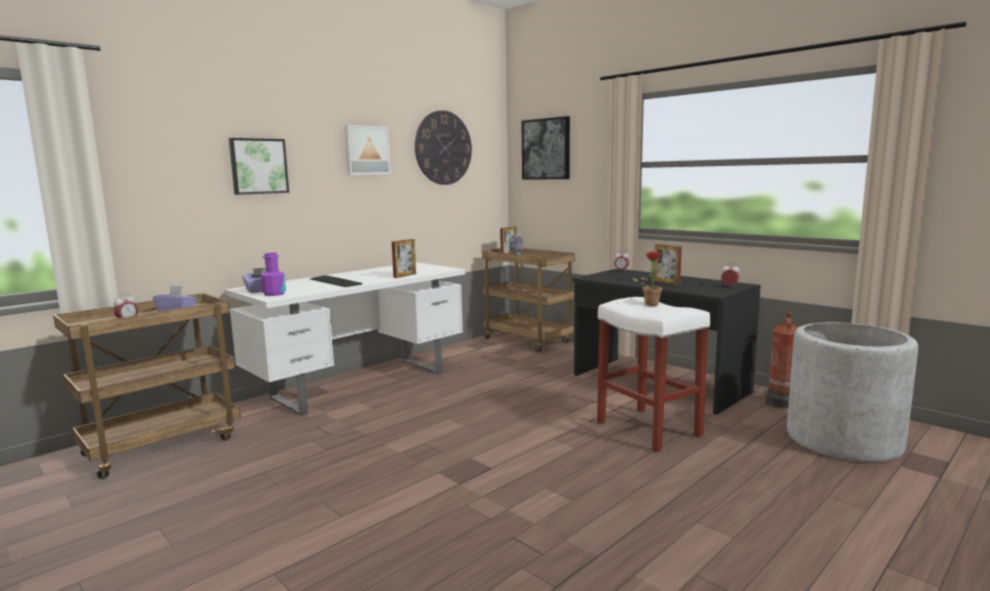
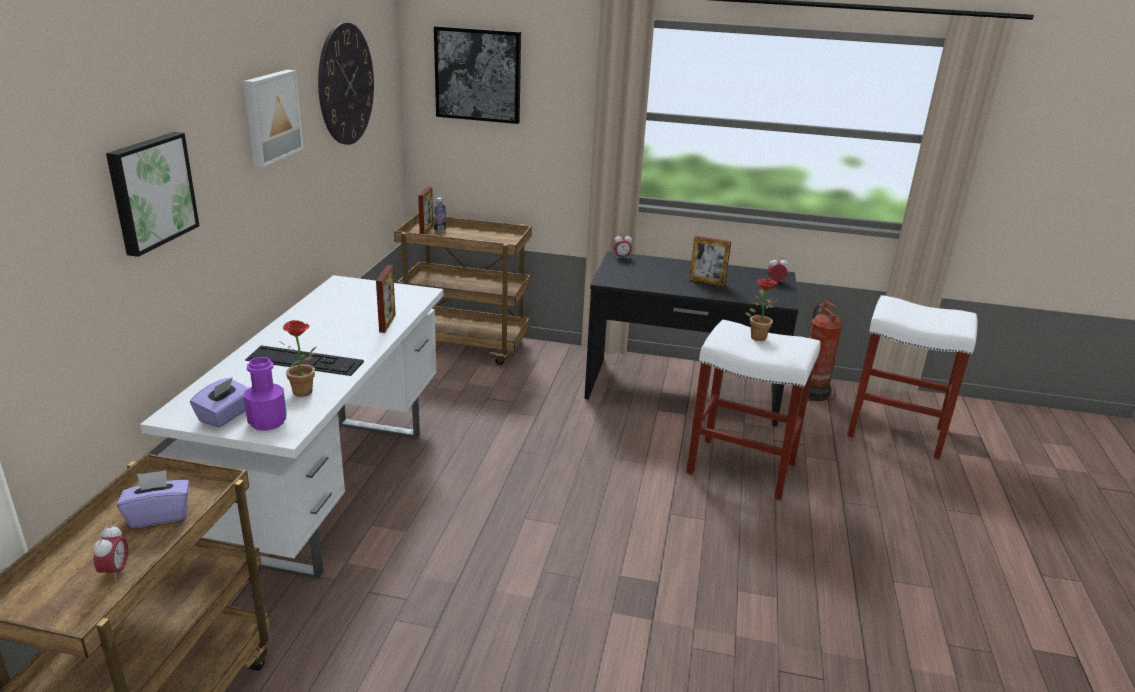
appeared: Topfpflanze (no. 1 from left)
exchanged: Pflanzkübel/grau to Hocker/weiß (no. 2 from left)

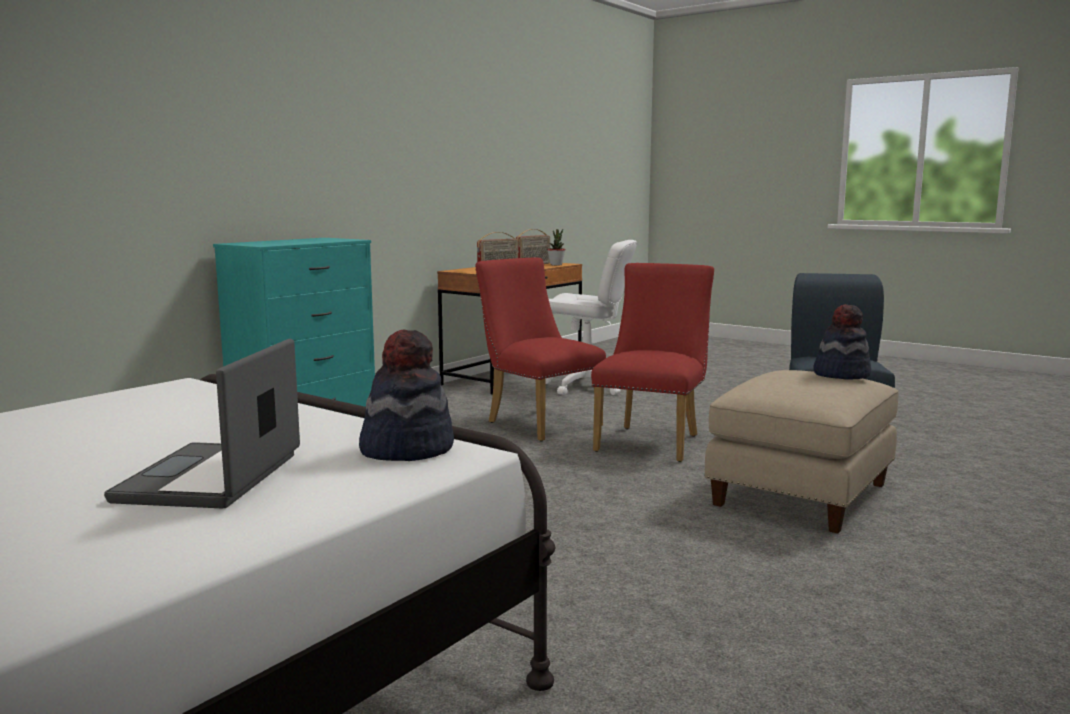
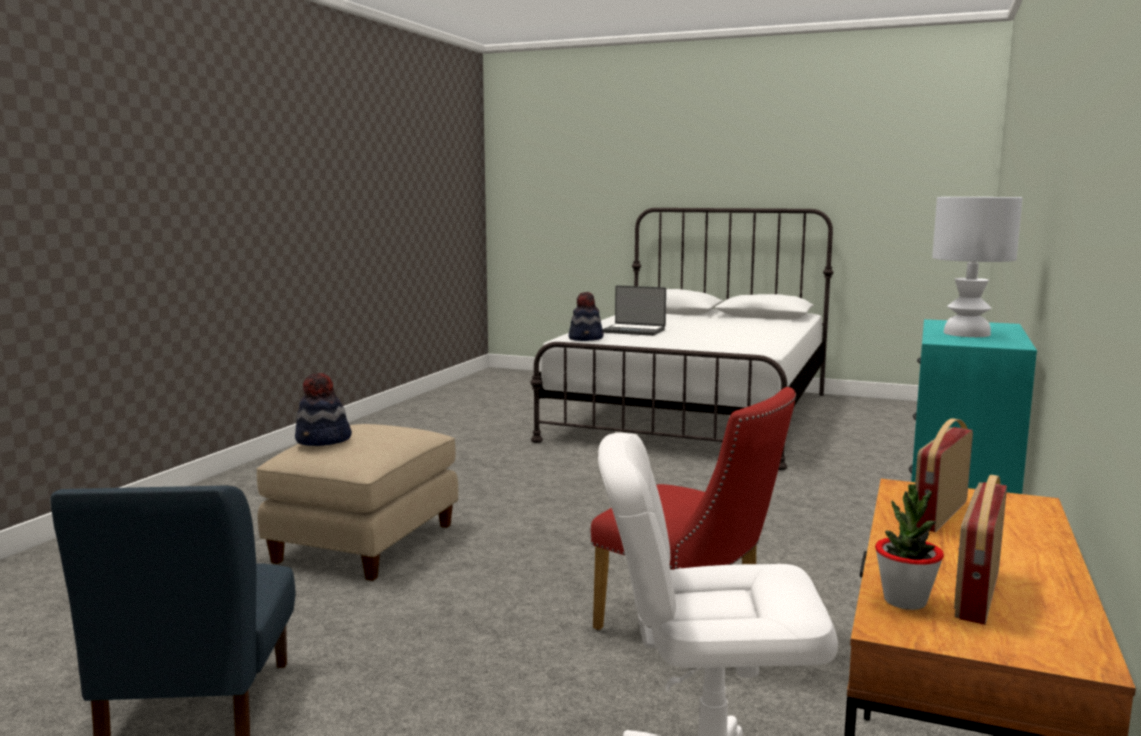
missing: Stuhl/rot (no. 2 from left)
appeared: Tischlampe/weiß
spun: Laptop 120 degrees clockwise

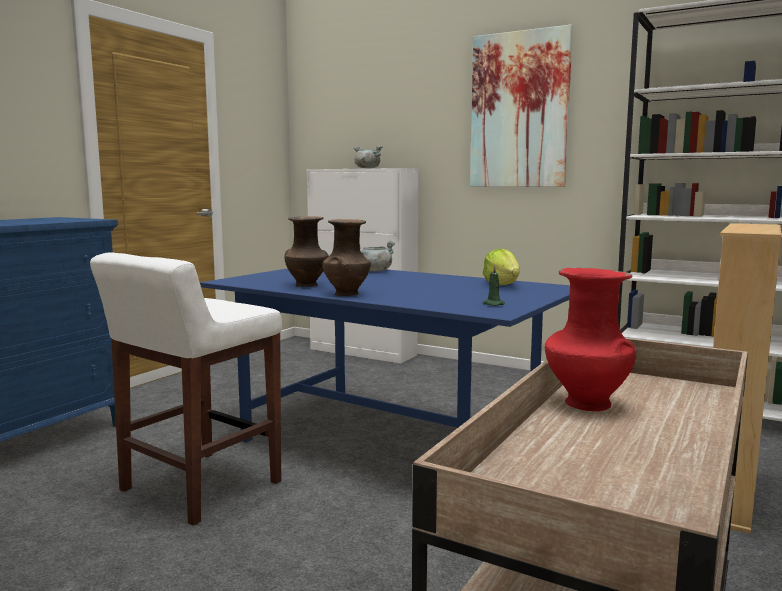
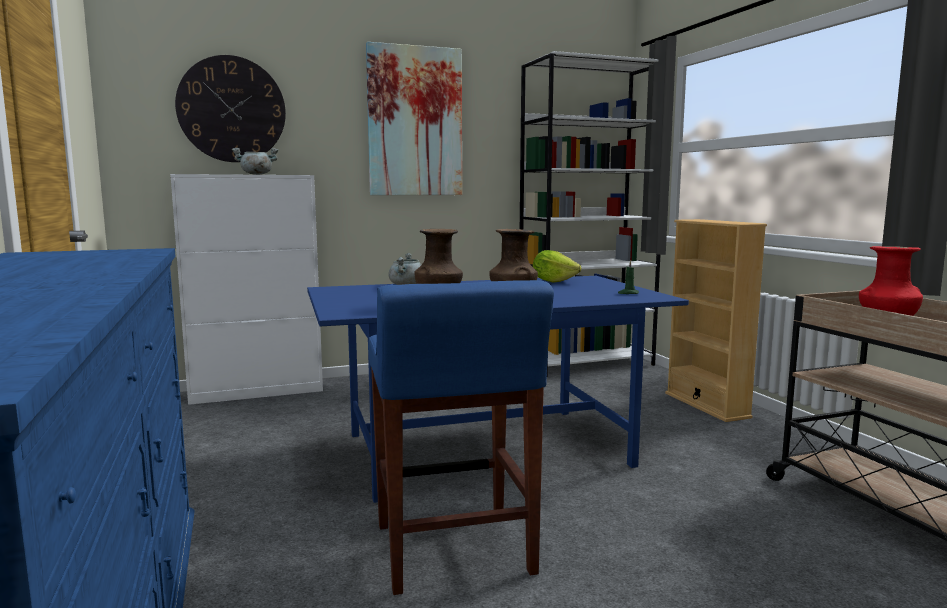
appeared: Wanduhr
colour: Hocker/weiß to Hocker/blau

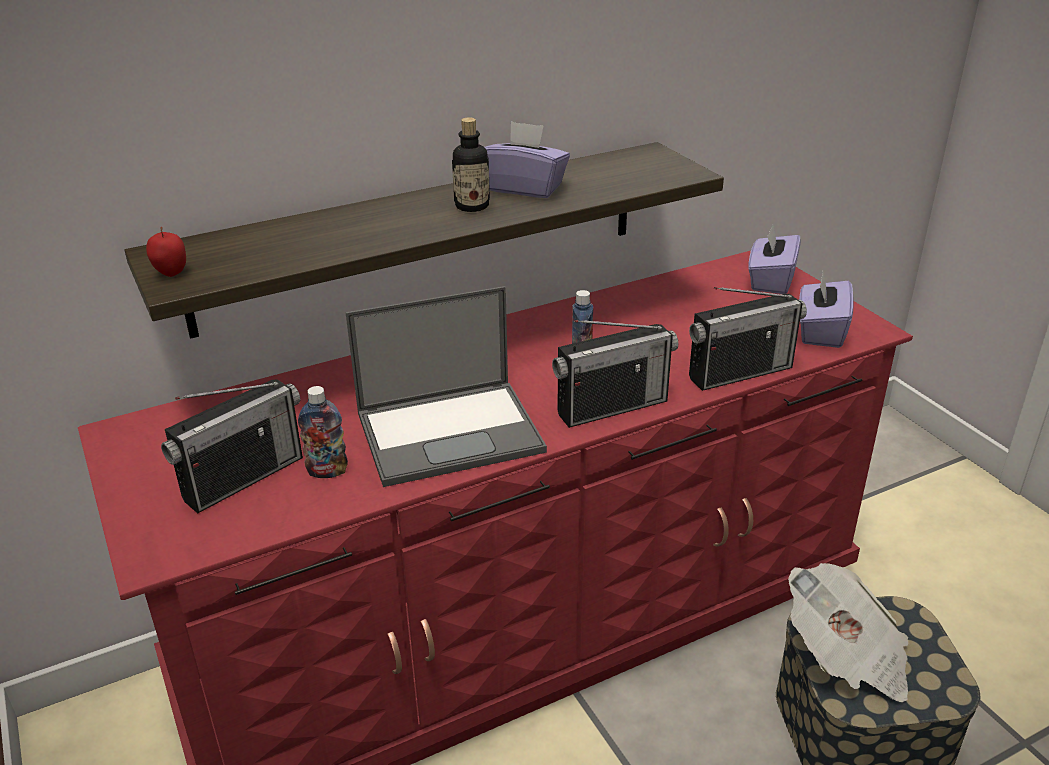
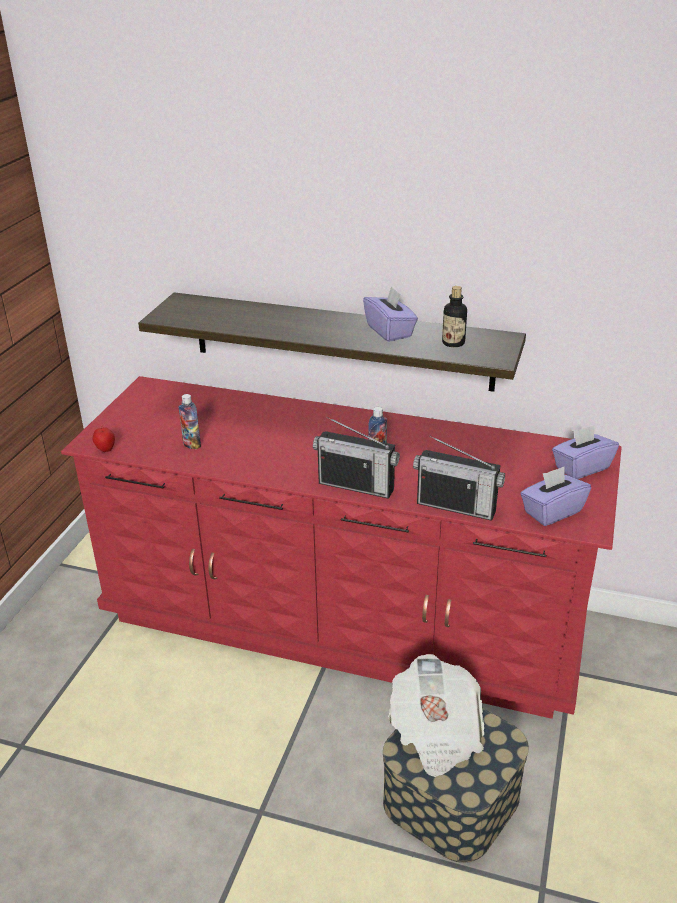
missing: Radio (no. 1 from left); Laptop
relocated: Apfel; Flasche (no. 2 from left in the first image) to Flasche (no. 3 from left)

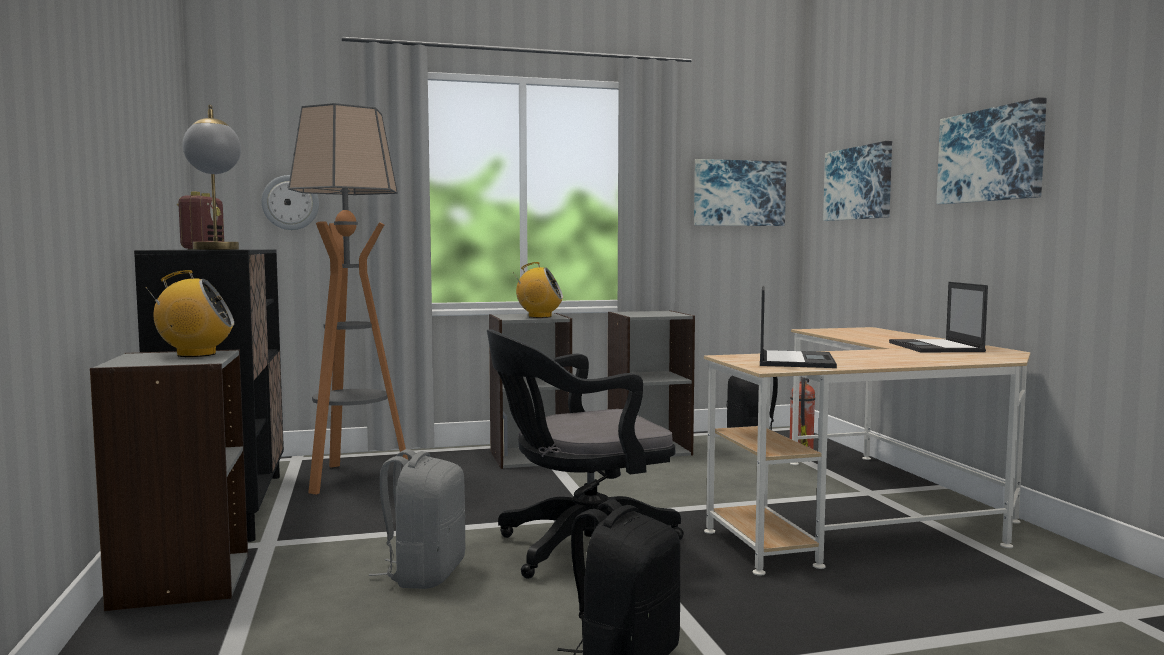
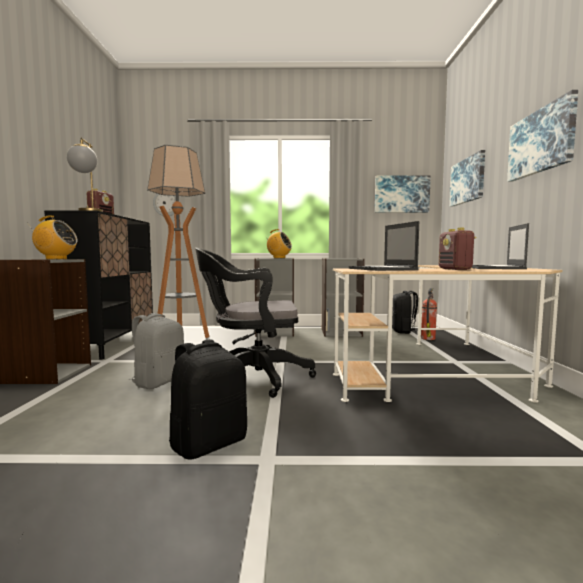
appeared: Radio (no. 4 from left)
spun: Laptop (no. 1 from left) 135 degrees clockwise

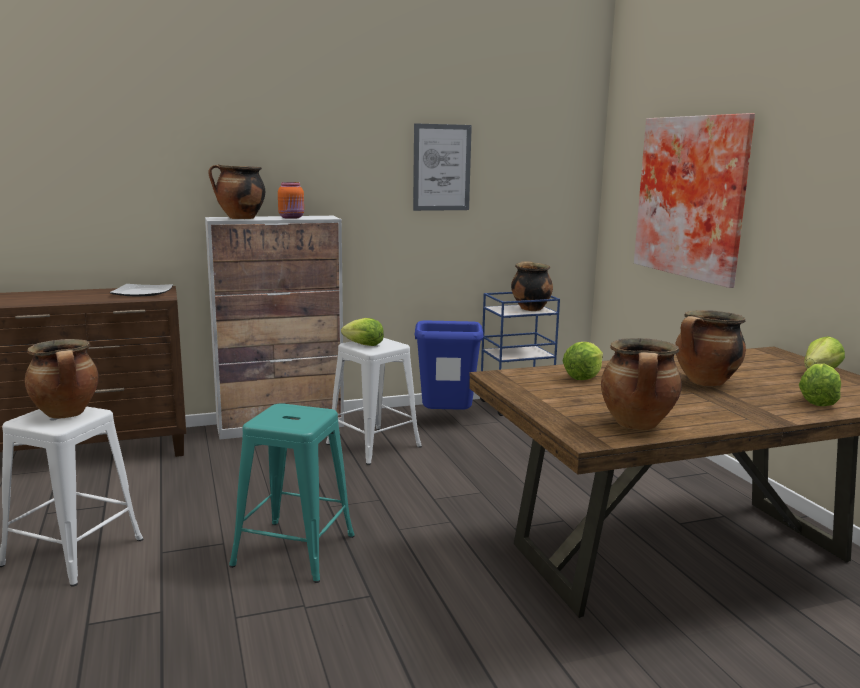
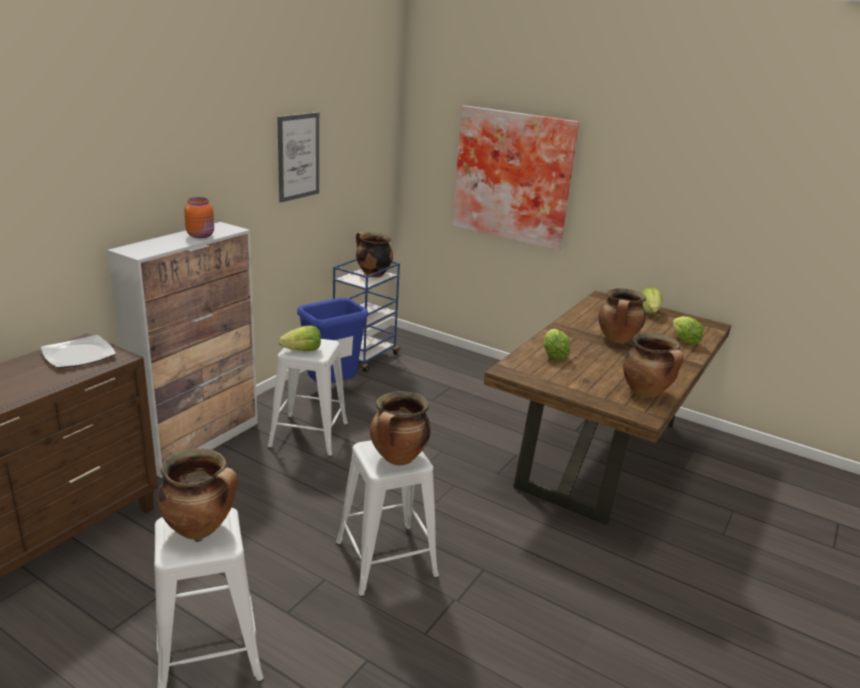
relocated: Kochtopf (no. 2 from left in the first image) to Kochtopf (no. 3 from left)
colour: Hocker/türkis to Hocker/weiß (no. 3 from left)

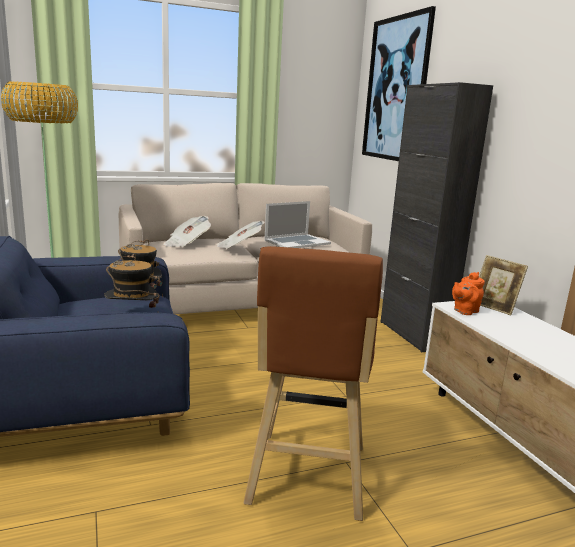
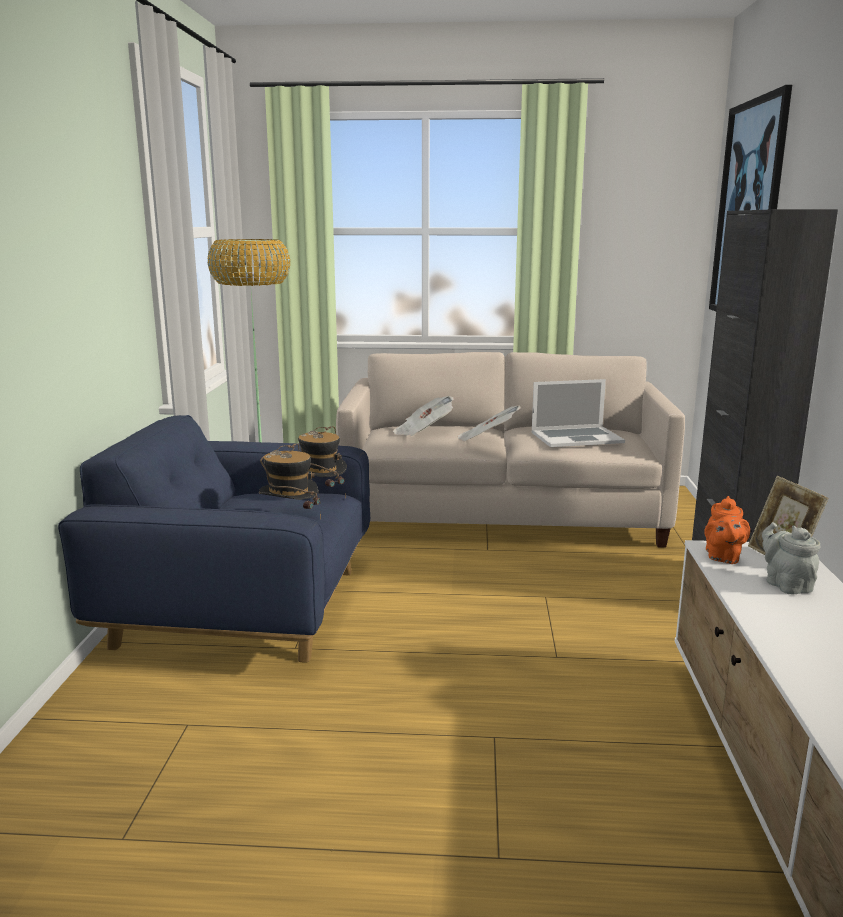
missing: Hocker/braun
appeared: Teekanne/grau
spun: Teekanne/orange 60 degrees counterclockwise

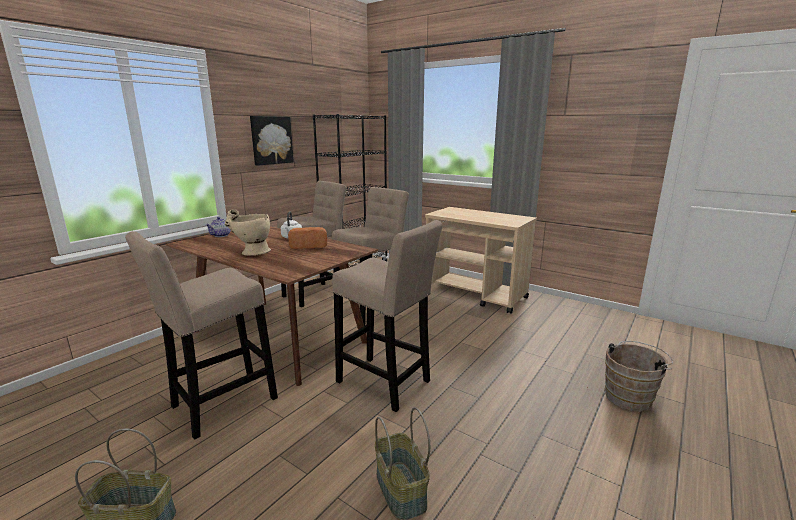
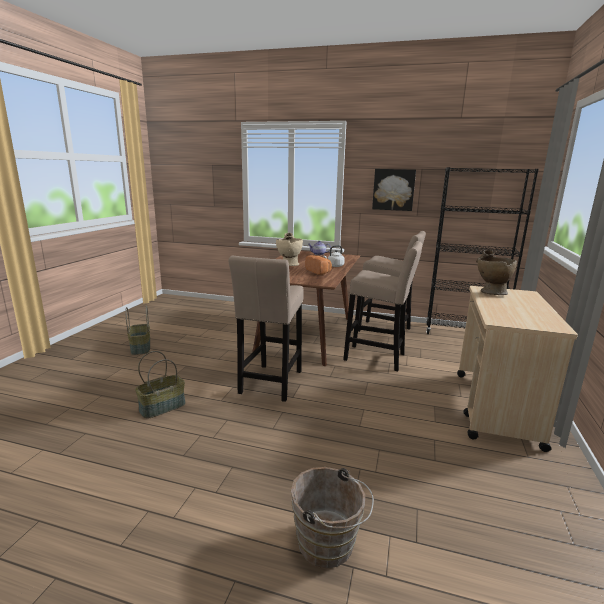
missing: Hocker/beige (no. 1 from left)
appeared: Vase/beige (no. 2 from left)

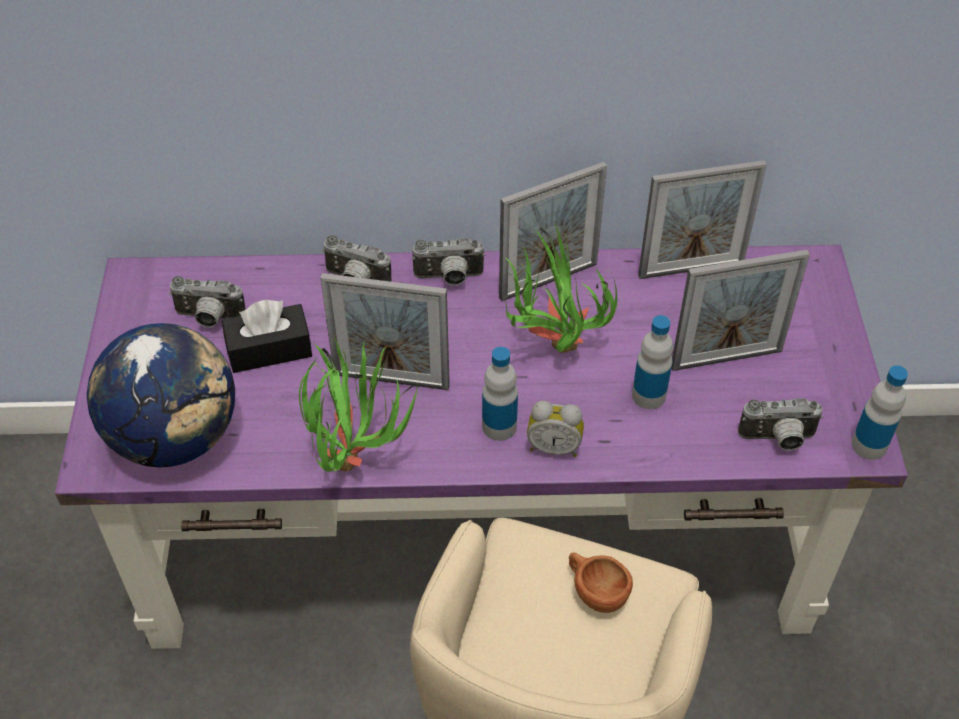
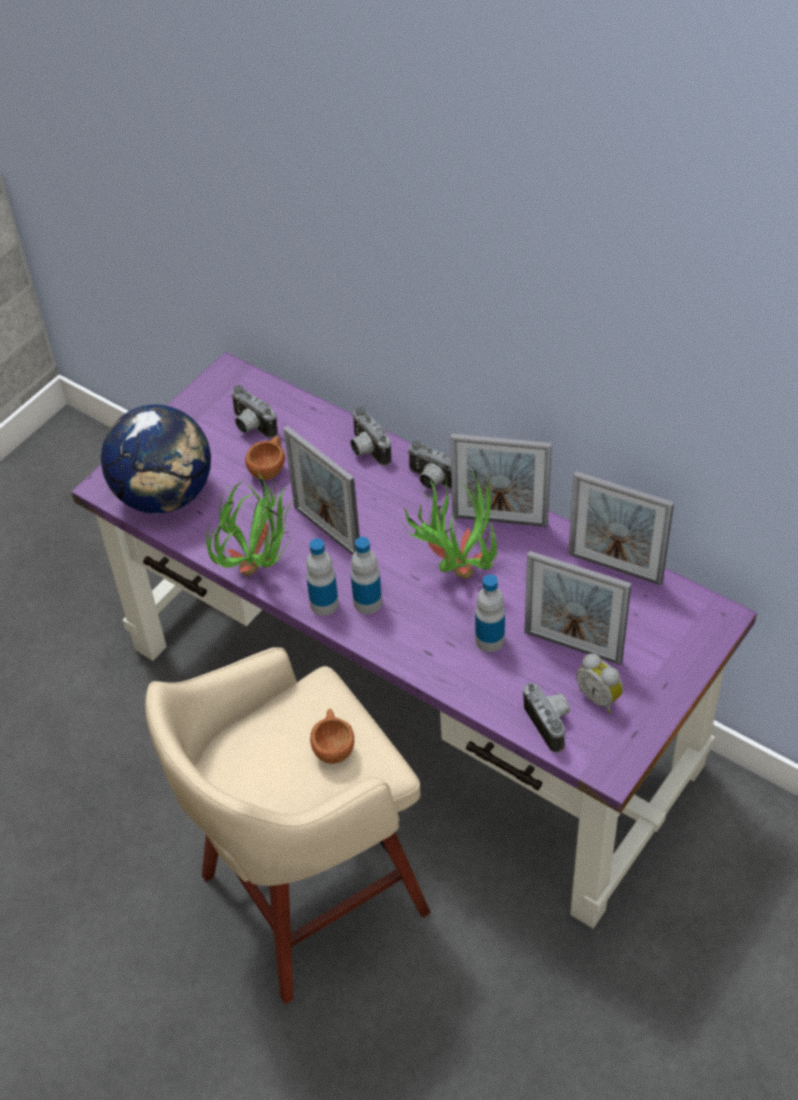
relocated: Wecker; Flasche (no. 3 from left in the first image) to Flasche (no. 1 from left)
exchanged: Taschentuchbox/schwarz to Tasse/braun (no. 1 from left)
spun: Kamera (no. 4 from left) 150 degrees counterclockwise

